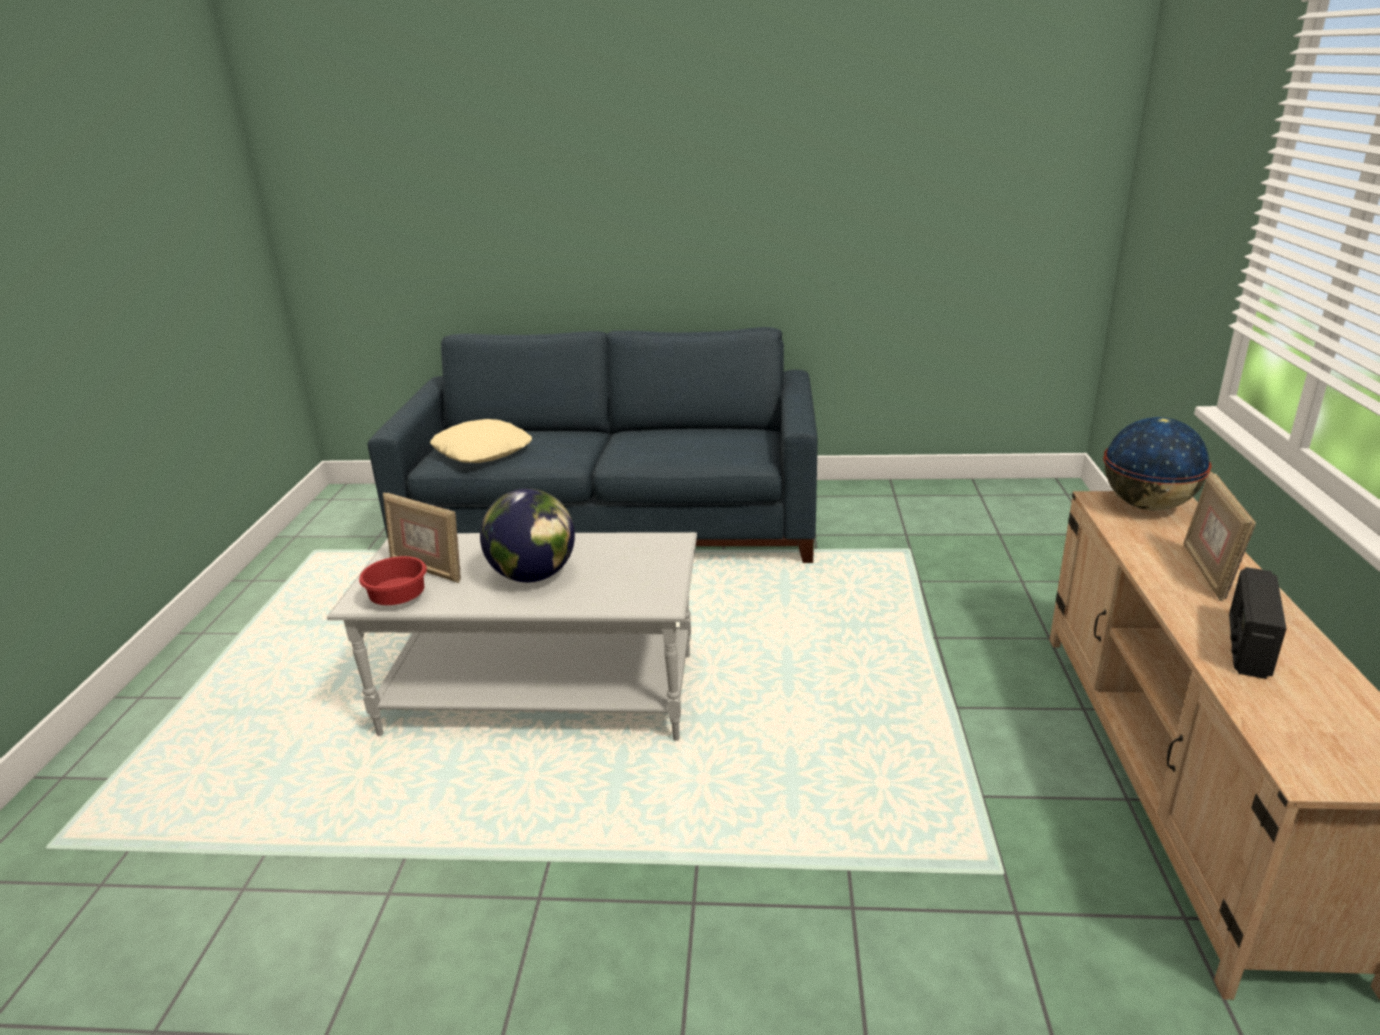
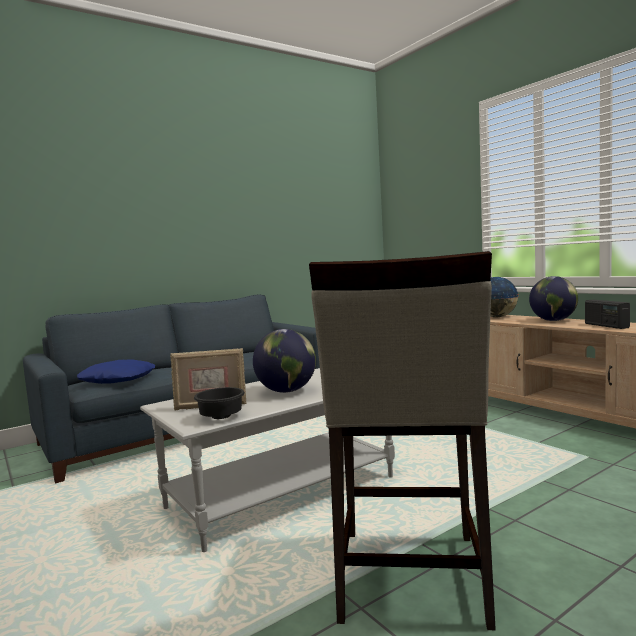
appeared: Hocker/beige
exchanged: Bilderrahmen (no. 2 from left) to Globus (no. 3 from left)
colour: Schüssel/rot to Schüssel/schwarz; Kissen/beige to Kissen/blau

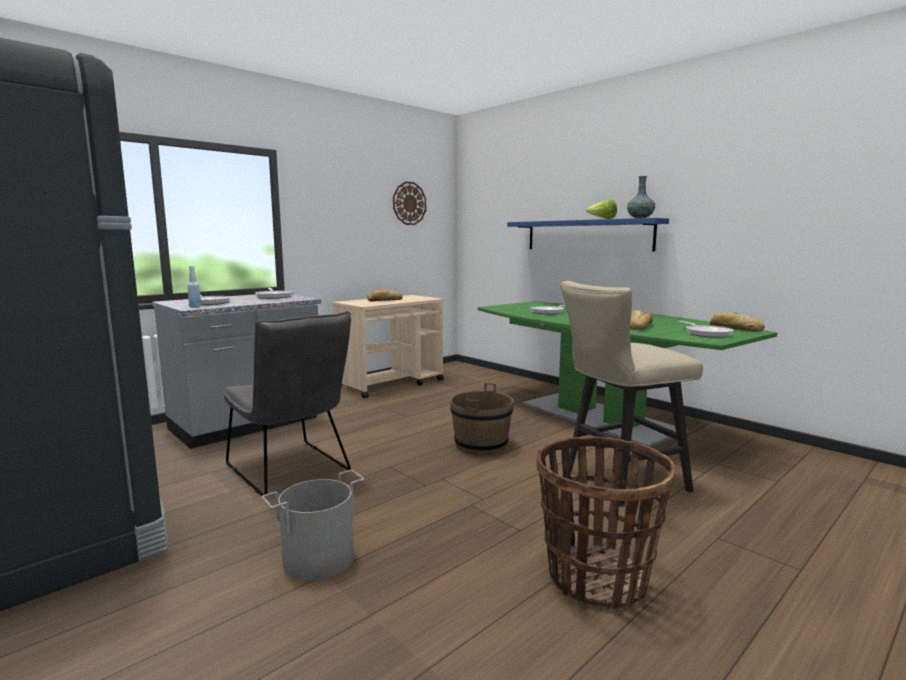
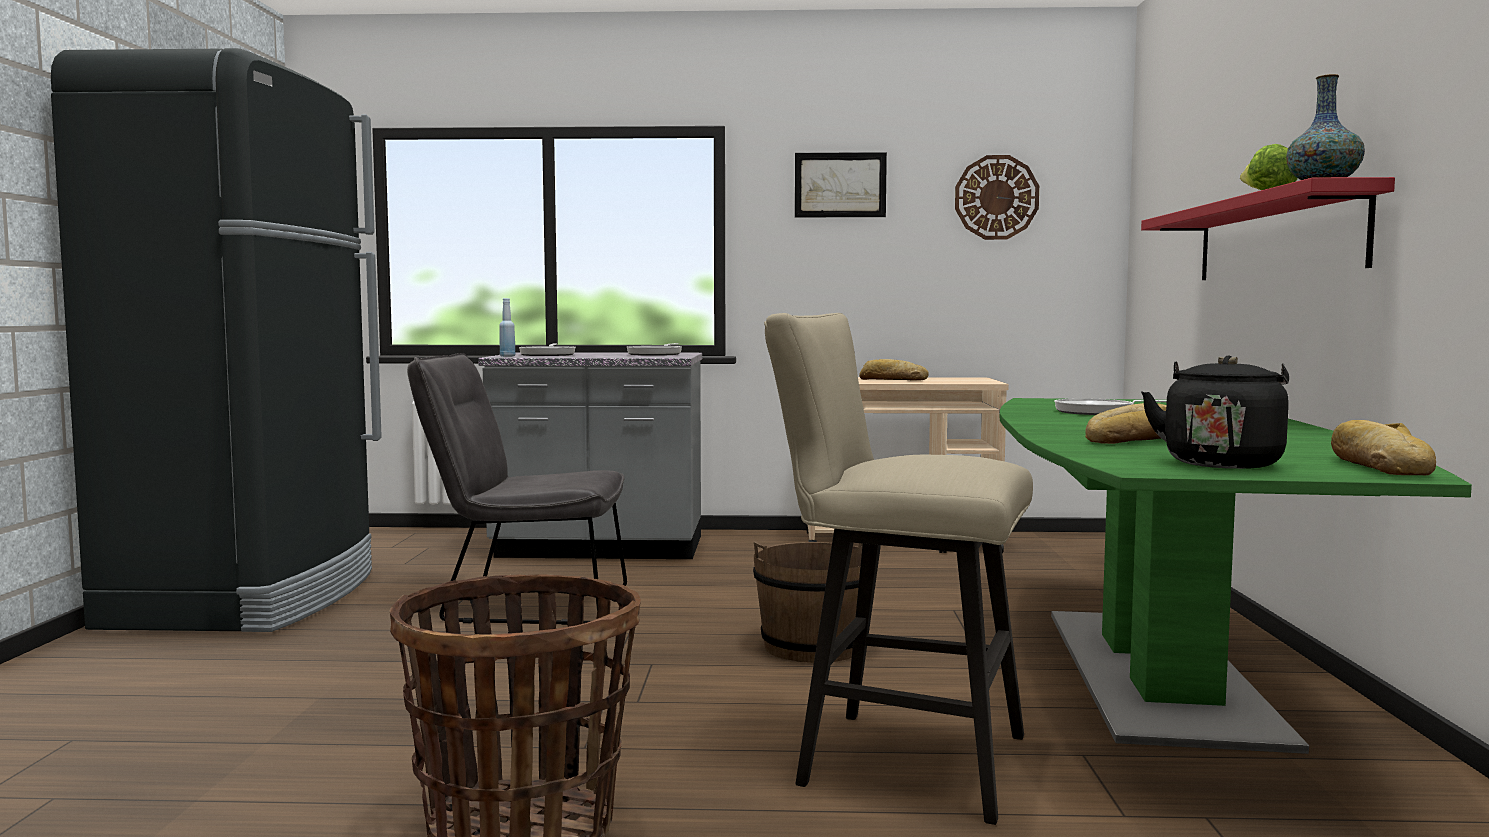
missing: Eimer/grau
appeared: Bild
exchanged: Pfanne (no. 4 from left) to Wasserkessel/schwarz
colour: Wandregal/blau to Wandregal/rot
spun: Stuhl/grau 90 degrees clockwise

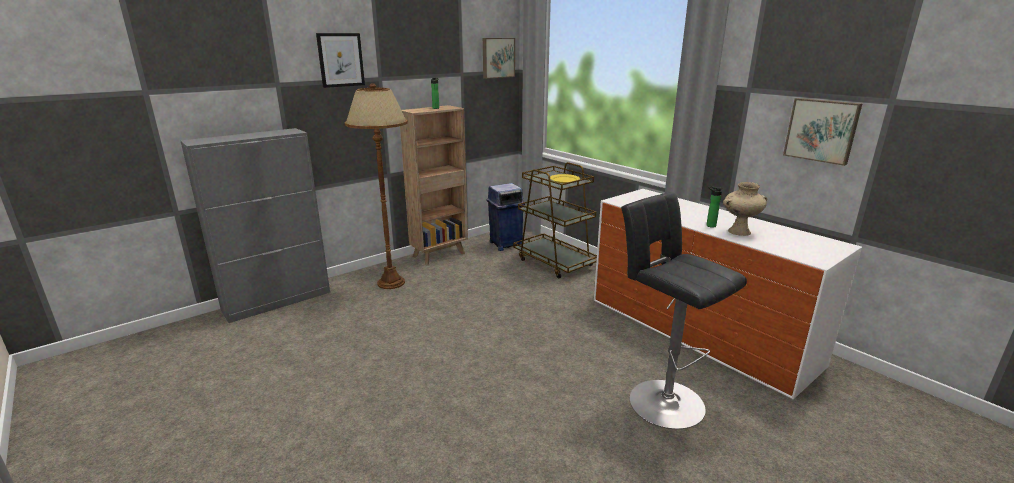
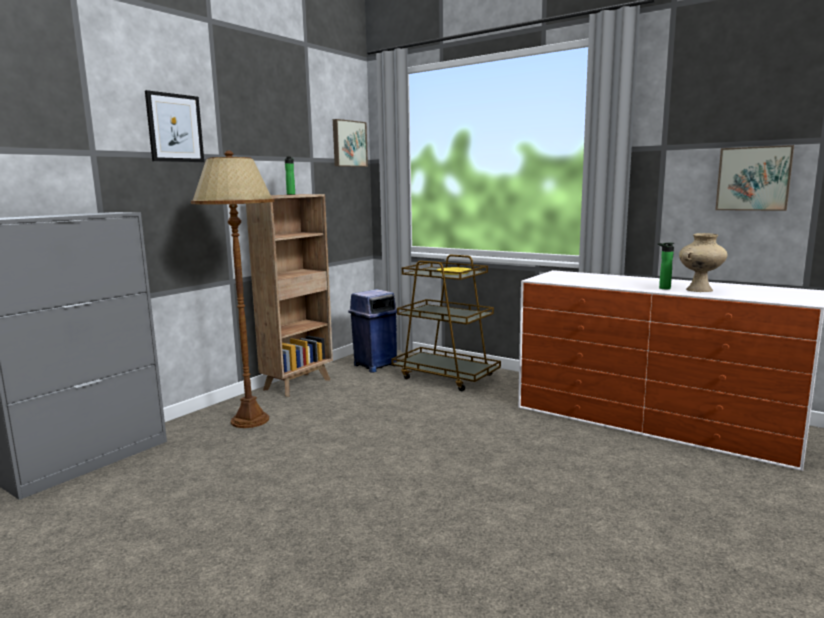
missing: Hocker/schwarz

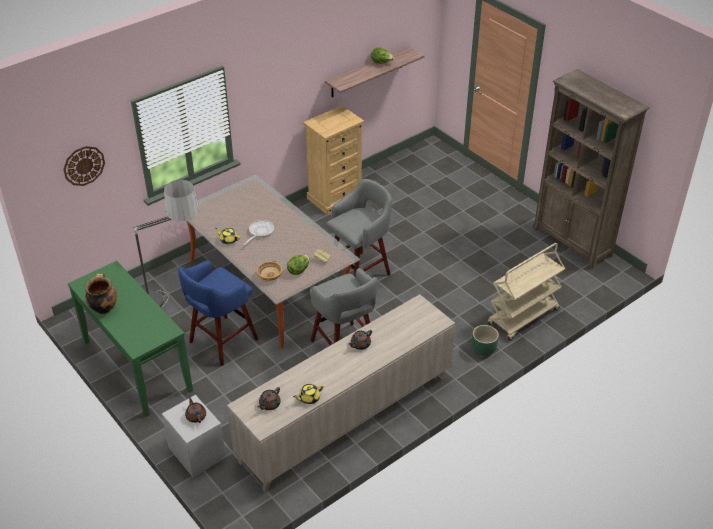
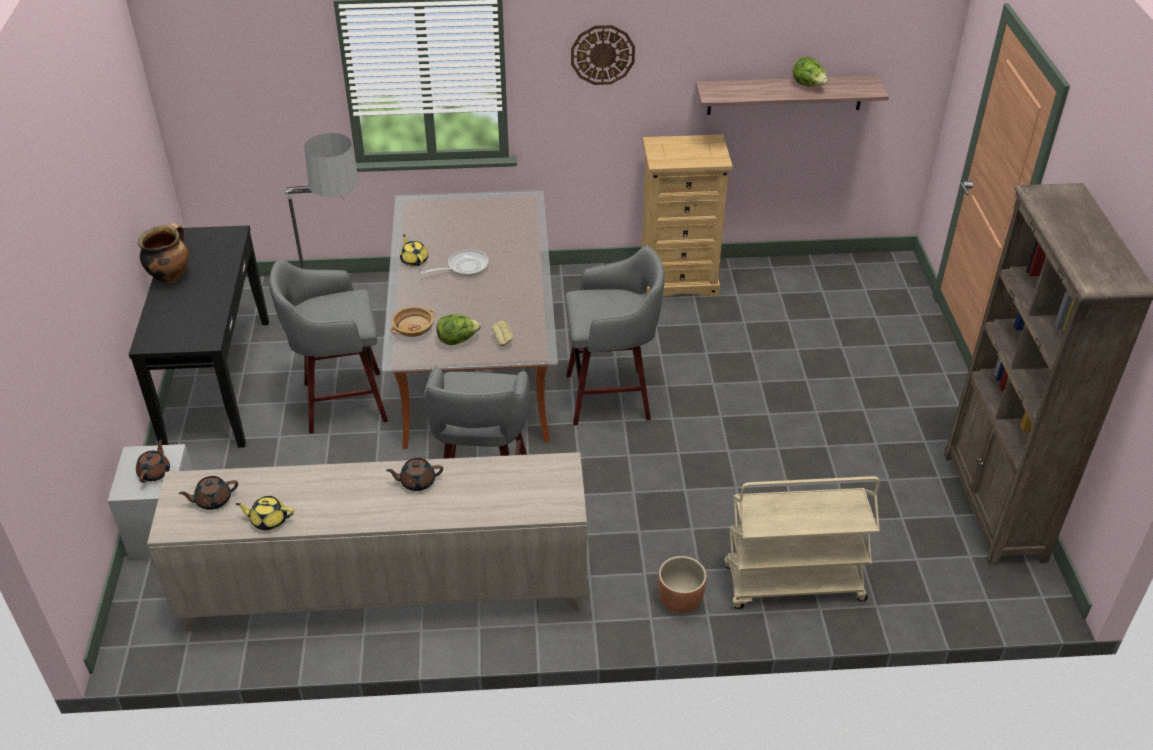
relocated: Wanduhr
colour: Konsolentisch/grün to Konsolentisch/schwarz; Hocker/blau to Hocker/grau (no. 1 from left); Pflanzkübel/grün to Pflanzkübel/braun

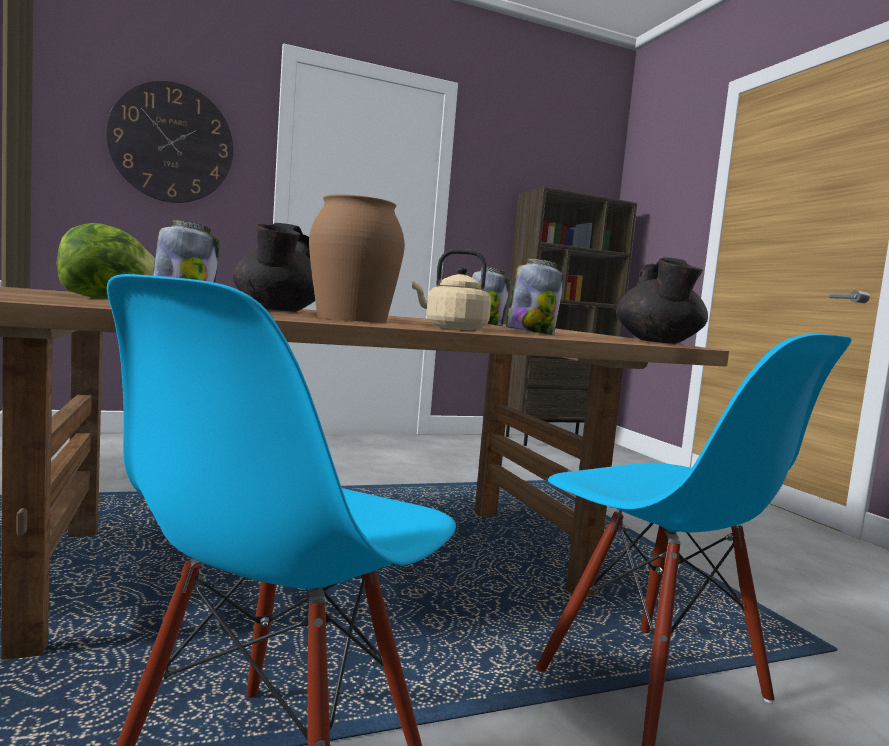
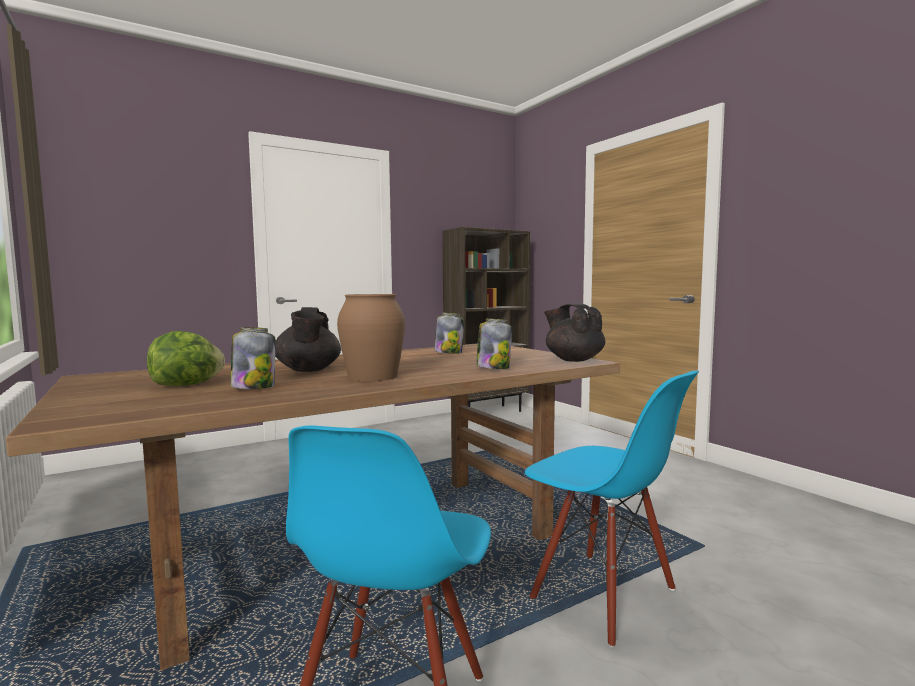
missing: Wanduhr; Wasserkessel/beige
spun: Teekanne/schwarz (no. 2 from left) 150 degrees clockwise

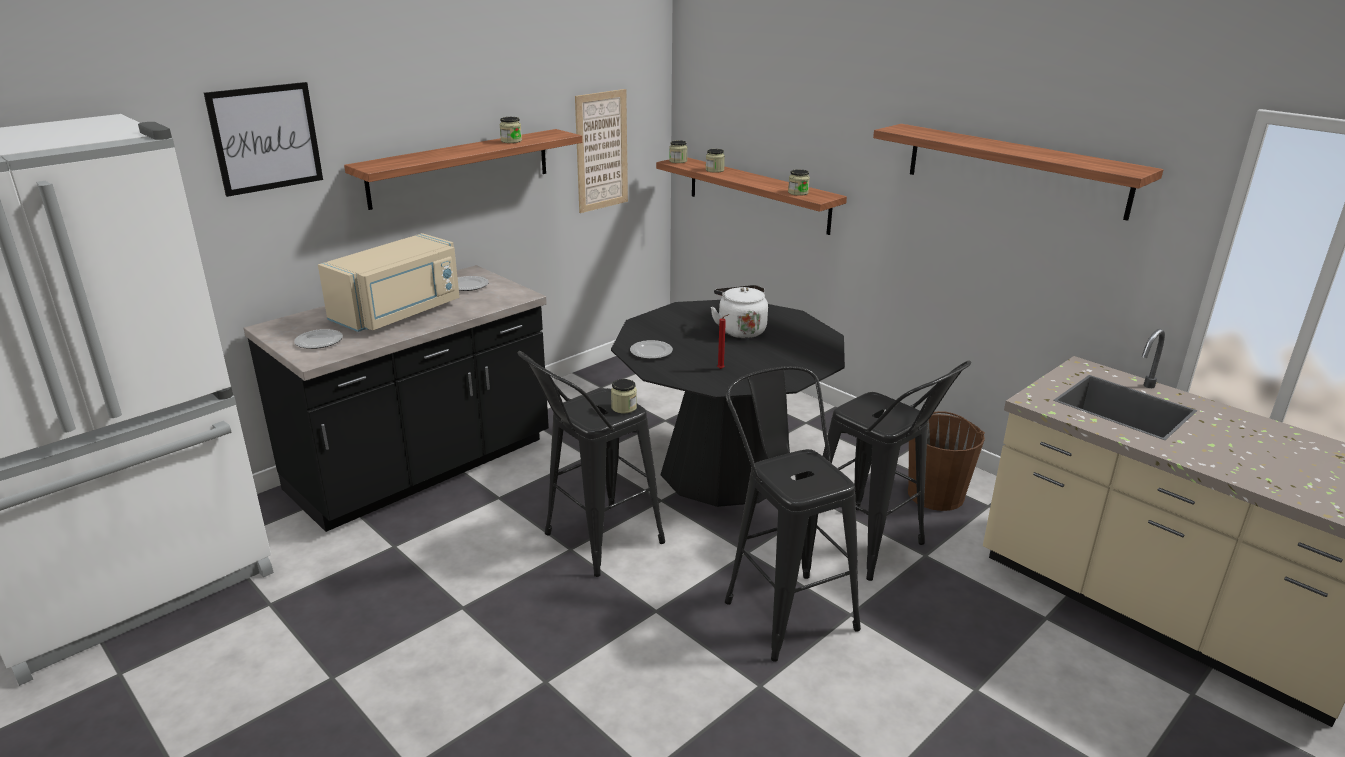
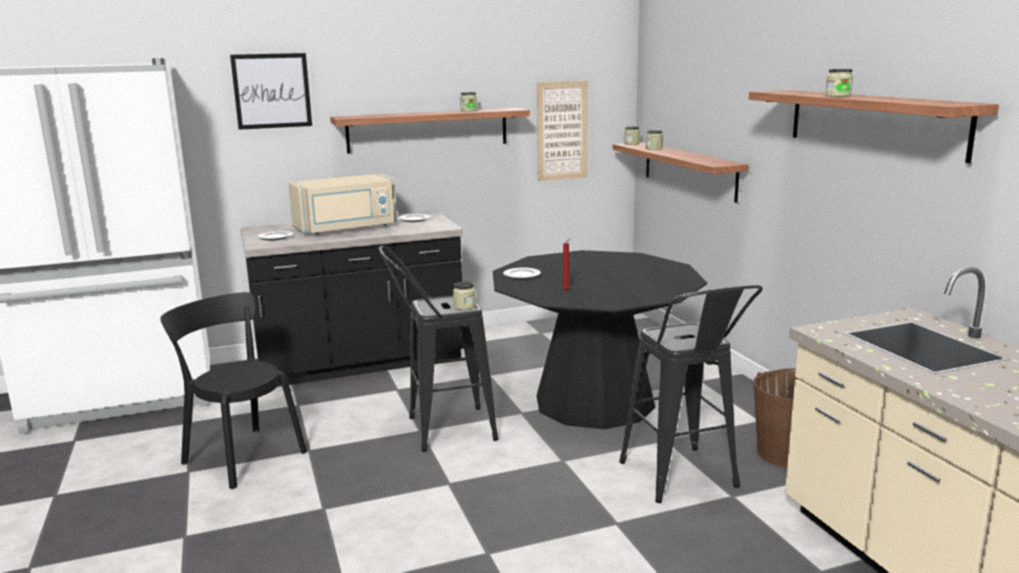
missing: Wasserkessel/weiß; Hocker/schwarz (no. 2 from left)
appeared: Stuhl/schwarz
relocated: Vorratsglas (no. 5 from left)

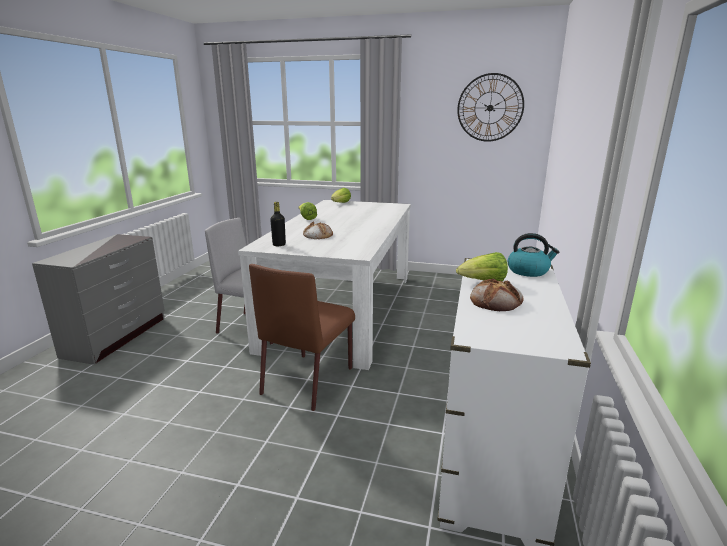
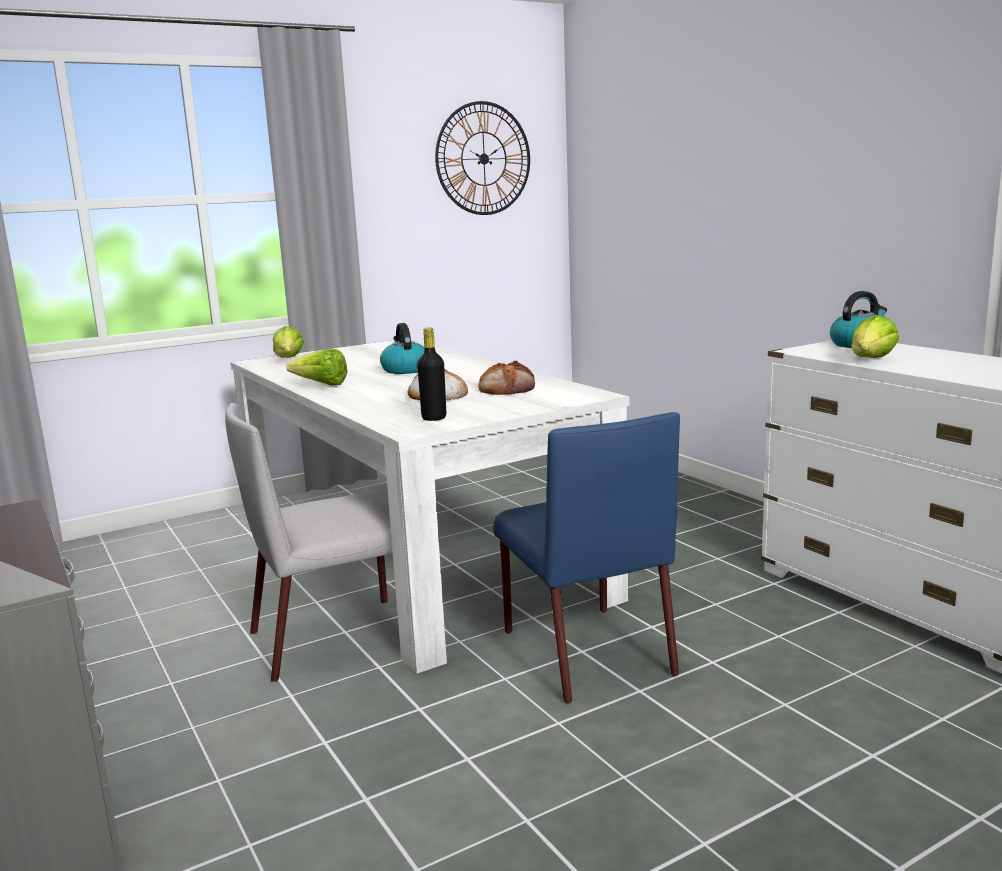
appeared: Wasserkessel (no. 1 from left)
relocated: Brot (no. 2 from left)
colour: Stuhl/braun to Stuhl/blau

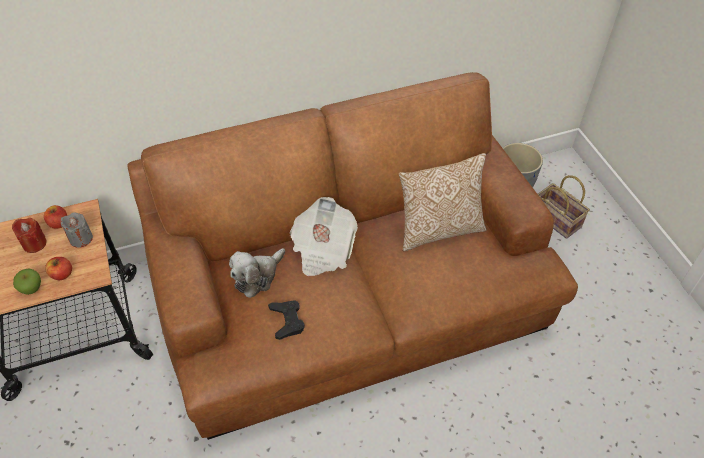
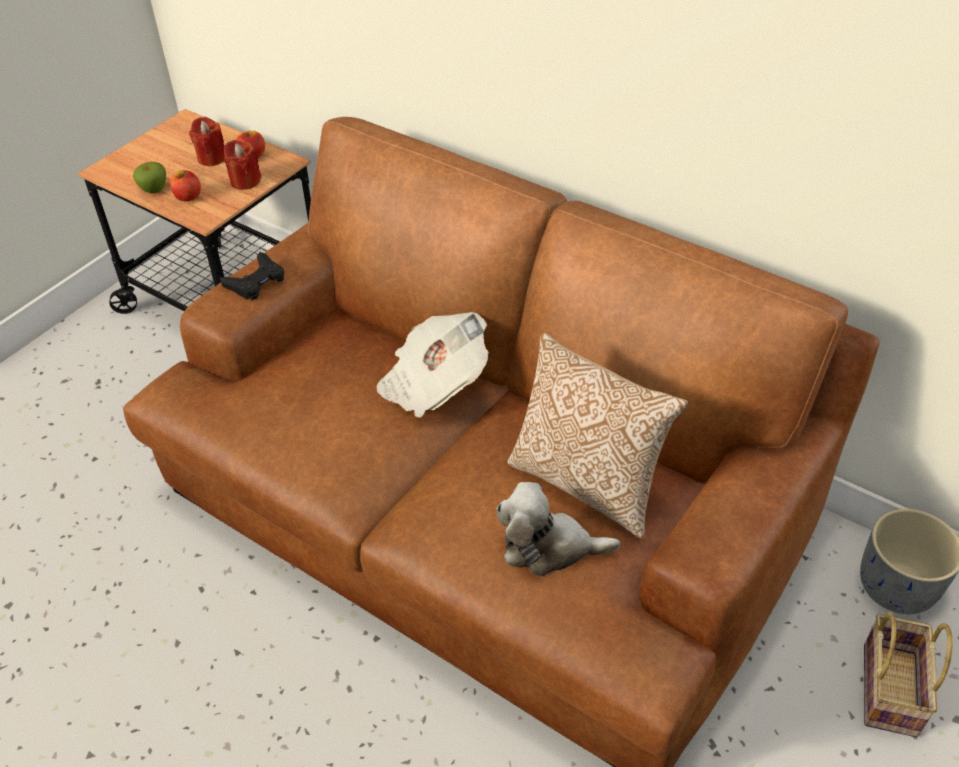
relocated: Plüschtier; Gamepad/schwarz
colour: Kerze/grau to Kerze/rot (no. 2 from left)

